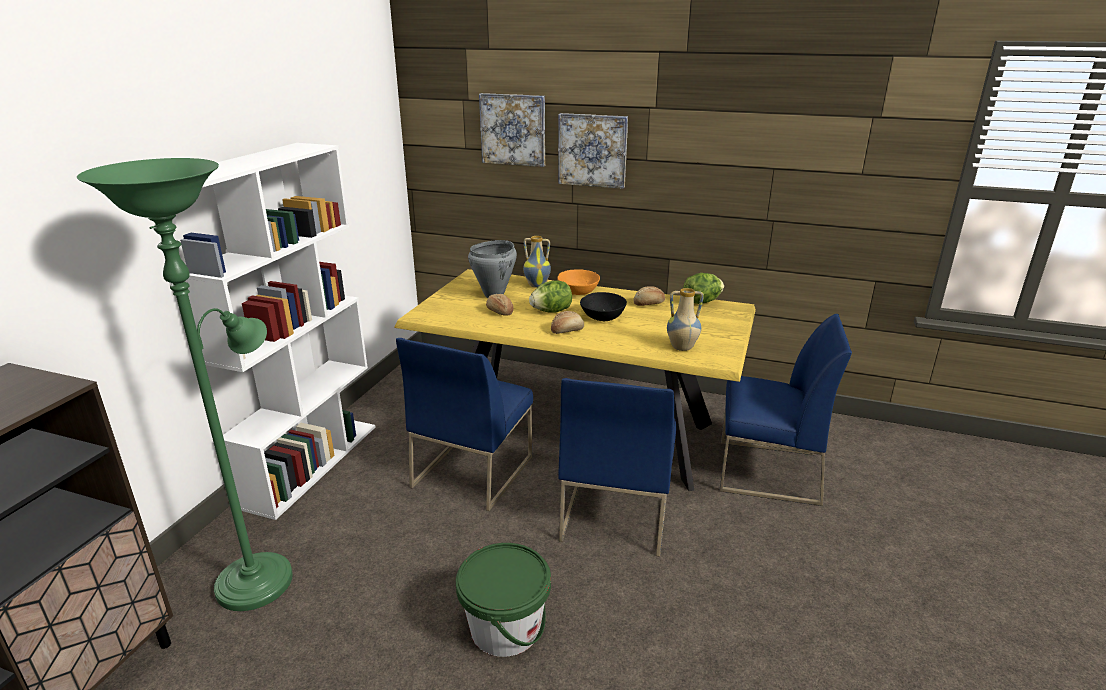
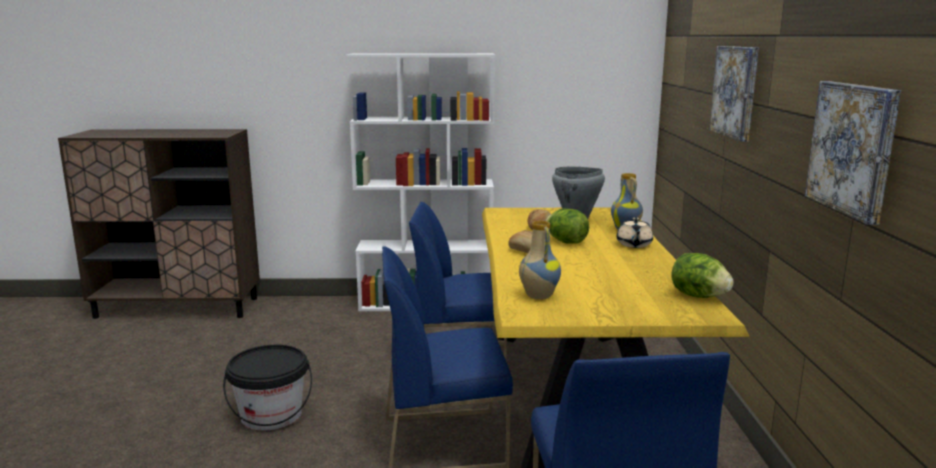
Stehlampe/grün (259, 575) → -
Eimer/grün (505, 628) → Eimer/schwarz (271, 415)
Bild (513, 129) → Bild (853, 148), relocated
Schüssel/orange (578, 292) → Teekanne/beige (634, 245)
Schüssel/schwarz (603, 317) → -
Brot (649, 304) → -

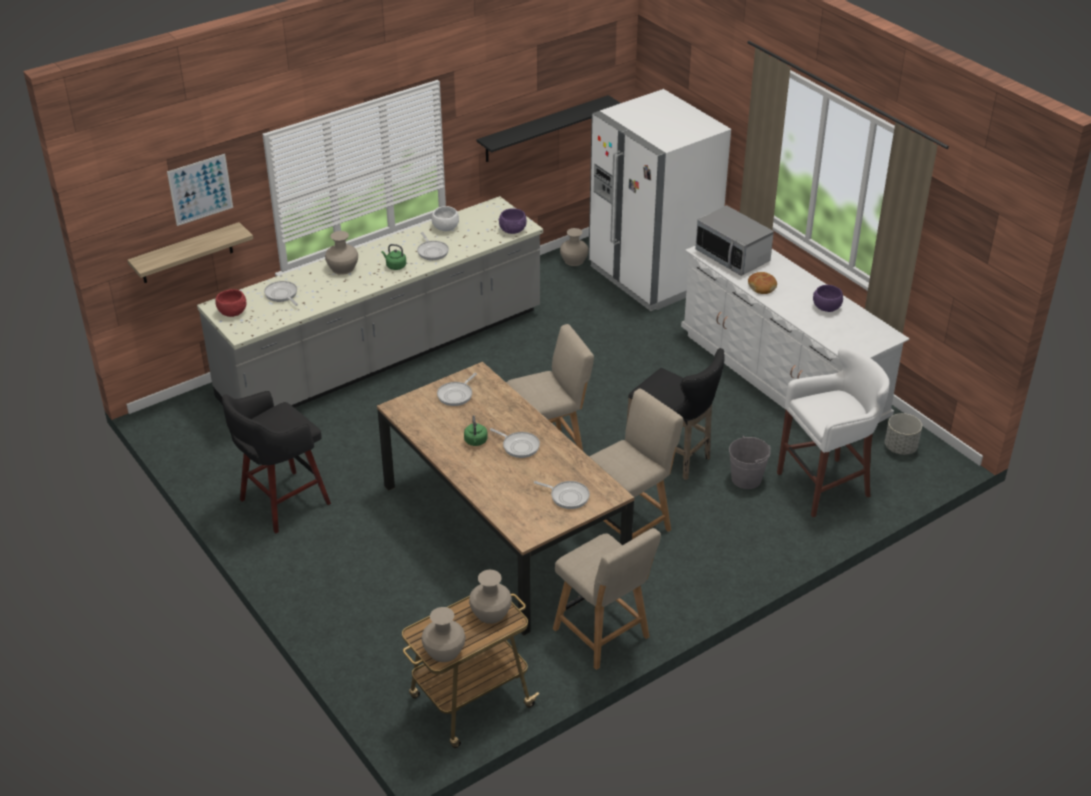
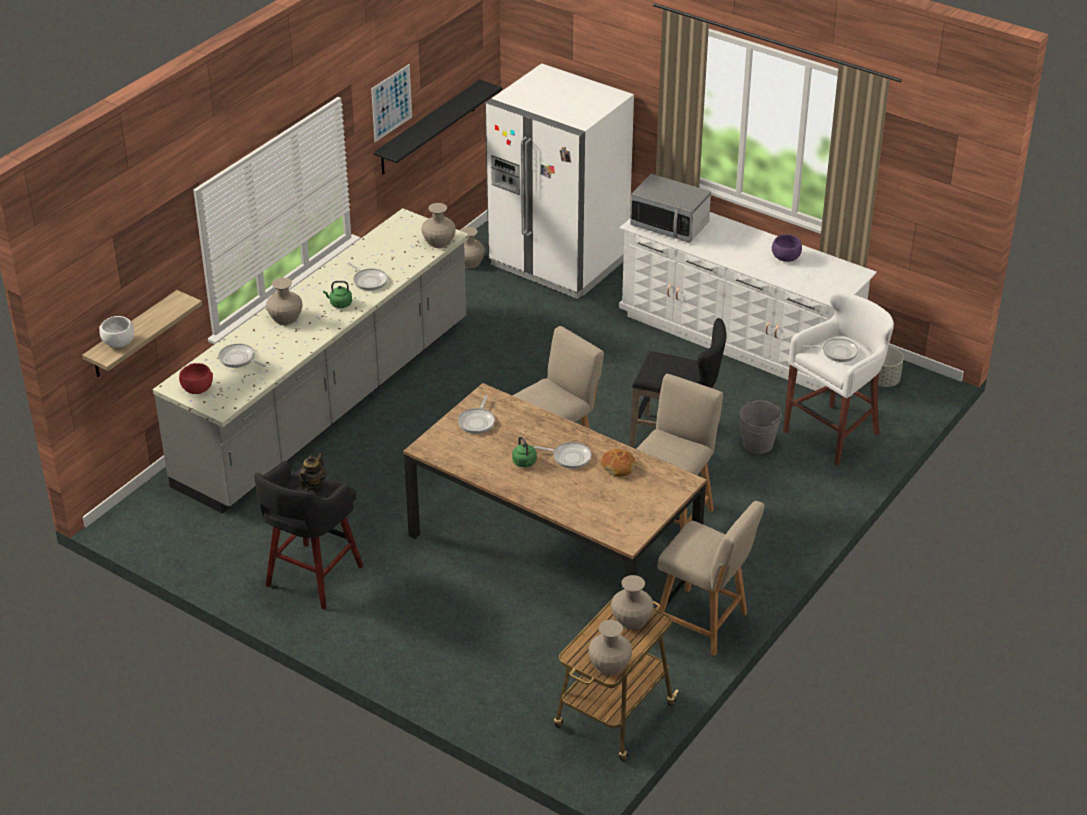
Bild (200, 189) → Bild (391, 103), relocated
Schüssel/weiß (445, 227) → Schüssel/weiß (118, 342), relocated
Schüssel/lila (513, 230) → Vase/beige (439, 241)
Pfanne (567, 496) → Pfanne (837, 352), relocated
Brot (762, 287) → Brot (618, 467), relocated
- → Teekanne (313, 485)

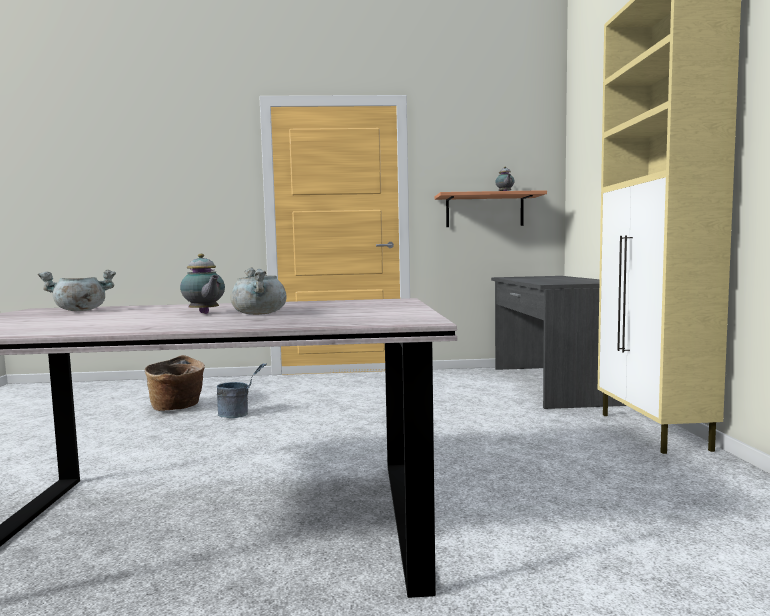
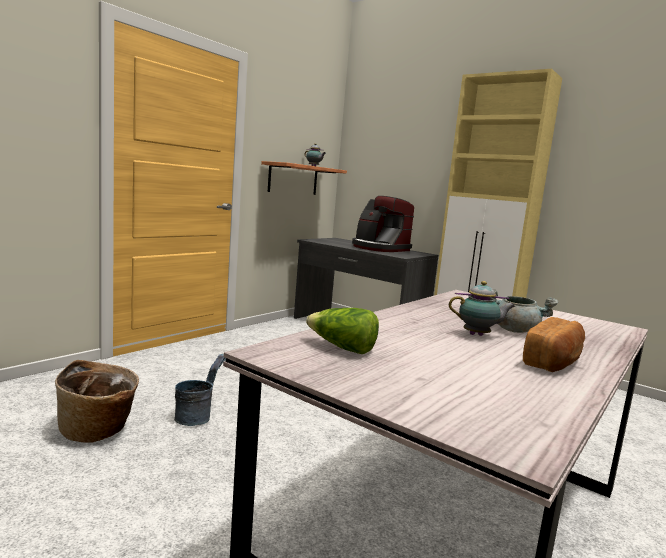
Kochtopf/grau (80, 310) → Salatkopf (342, 348)
- → Kaffeemaschine (379, 248)
- → Brot (554, 361)

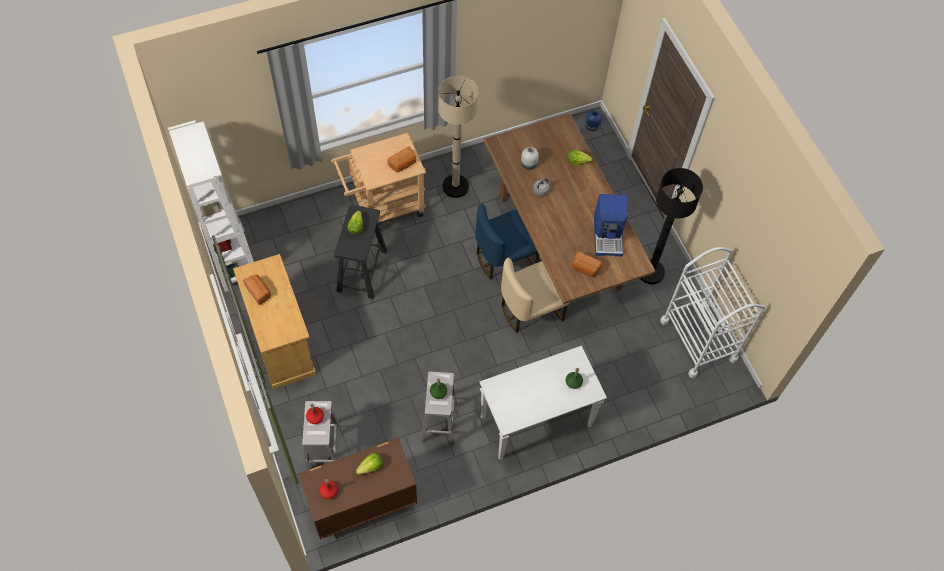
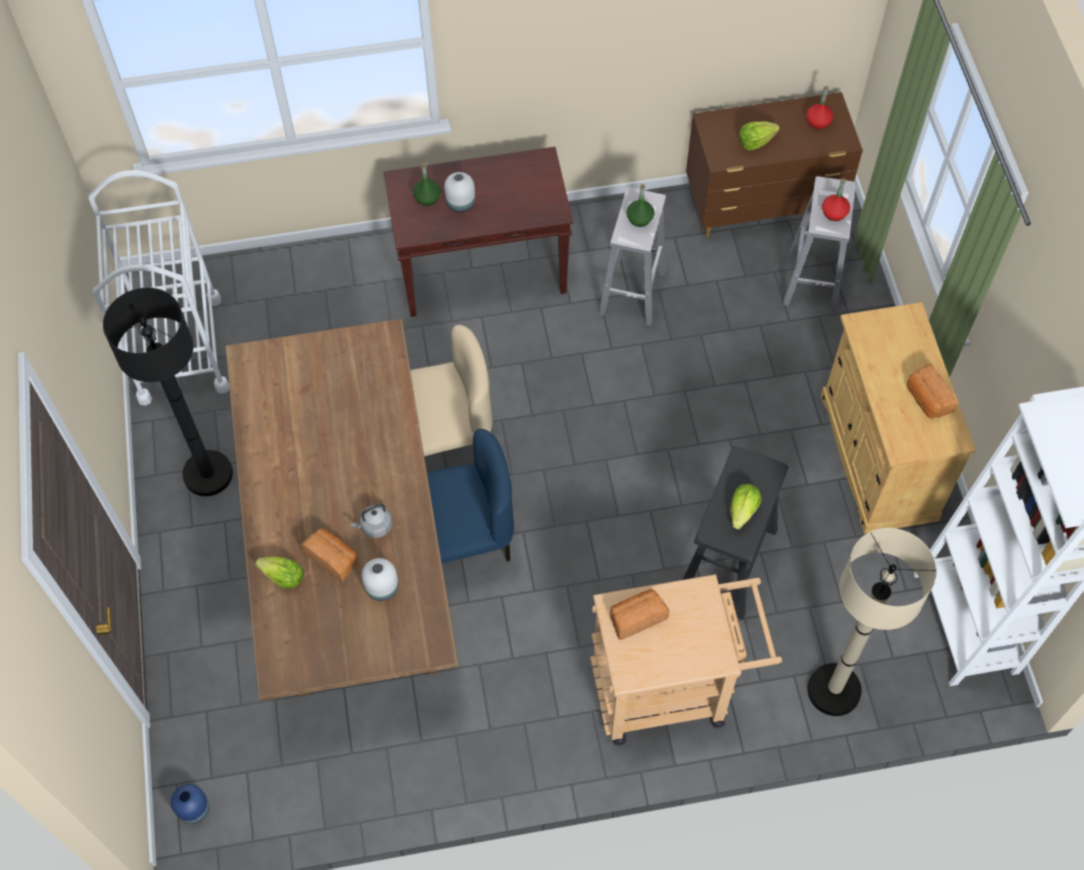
Stehlampe/beige (455, 186) → Stehlampe/beige (834, 690), relocated
Konsolentisch/weiß (535, 422) → Konsolentisch/braun (483, 272)
Brot (585, 269) → Brot (333, 559), relocated
Kaffeemaschine (608, 235) → -
- → Vase/weiß (460, 203)

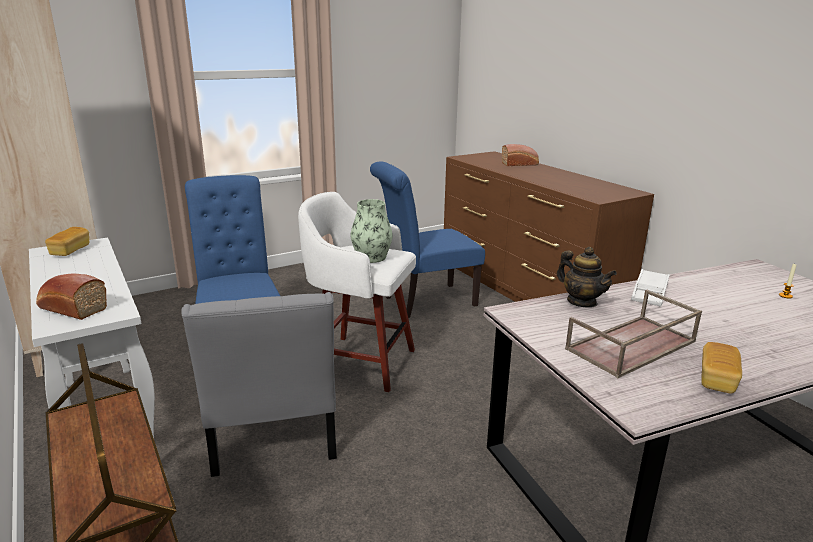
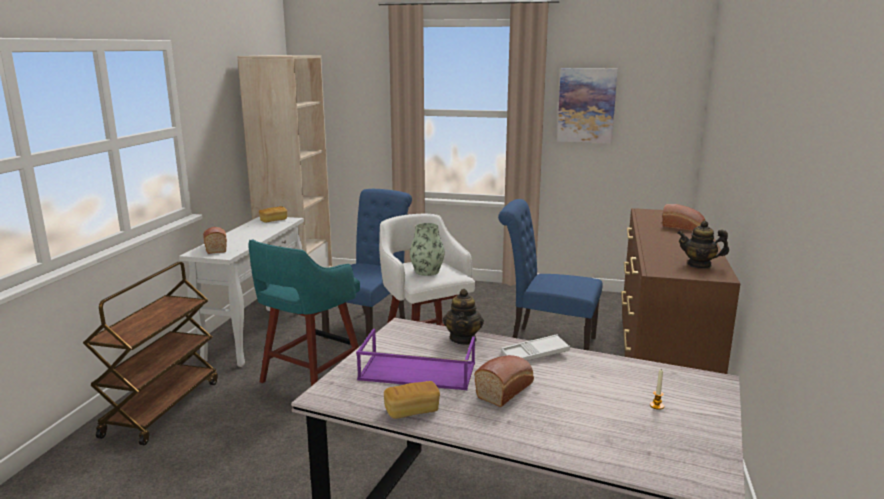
Stuhl/grau (273, 436) → Hocker/türkis (310, 377)
Tablett/braun (631, 346) → Tablett/lila (416, 372)
- → Brot (506, 389)
- → Bild (586, 105)
- → Teekanne (699, 265)

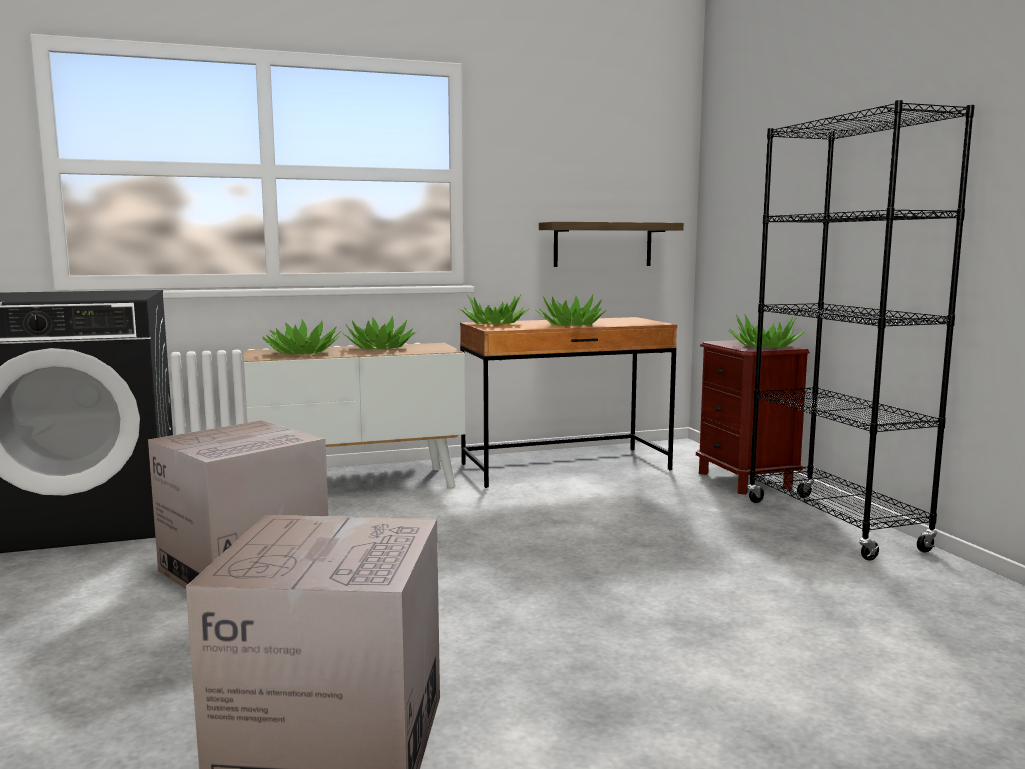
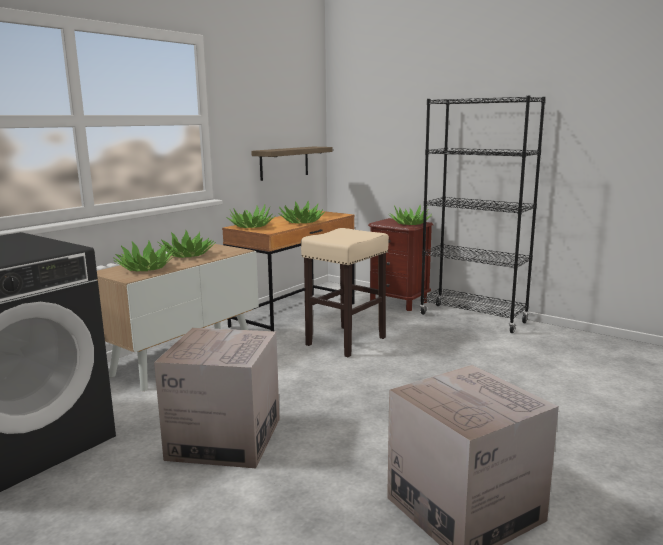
- → Hocker/beige (345, 341)

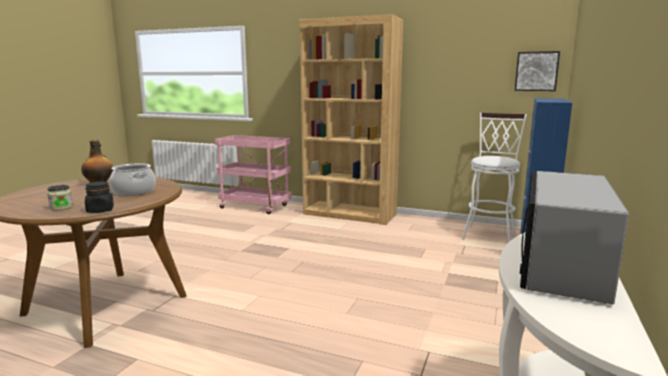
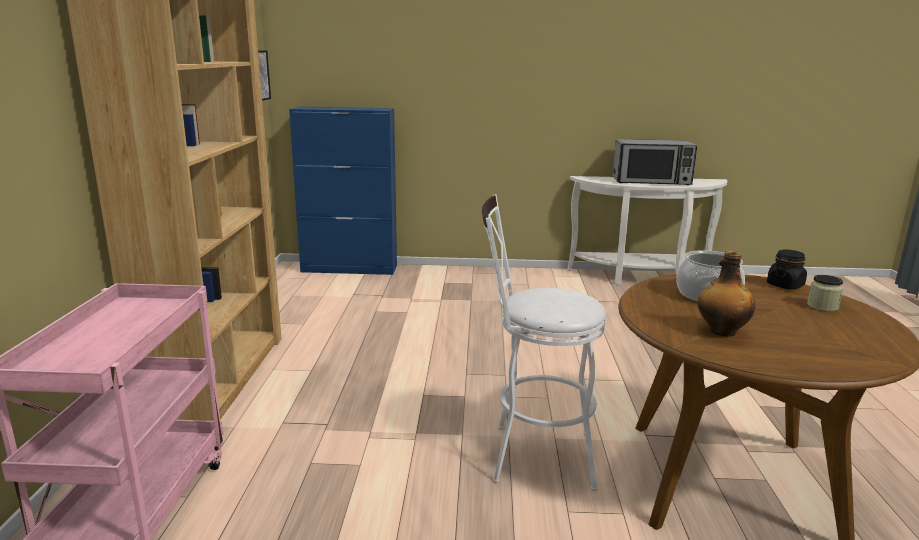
Hocker/weiß (490, 234) → Hocker/weiß (532, 455), relocated

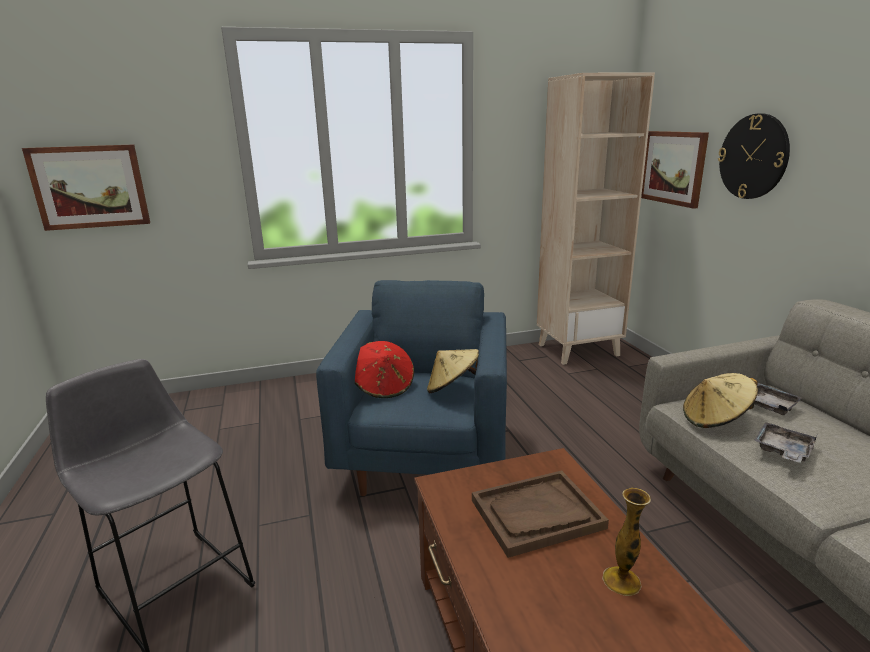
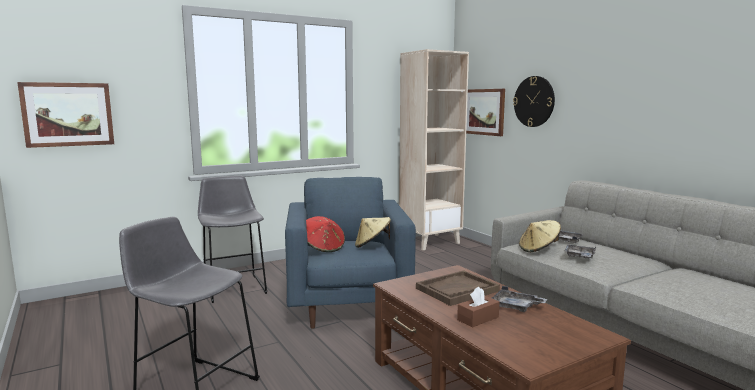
Vase (621, 581) → Tablett/grau (515, 307)
- → Hocker/grau (234, 286)
- → Taschentuchbox/braun (478, 318)

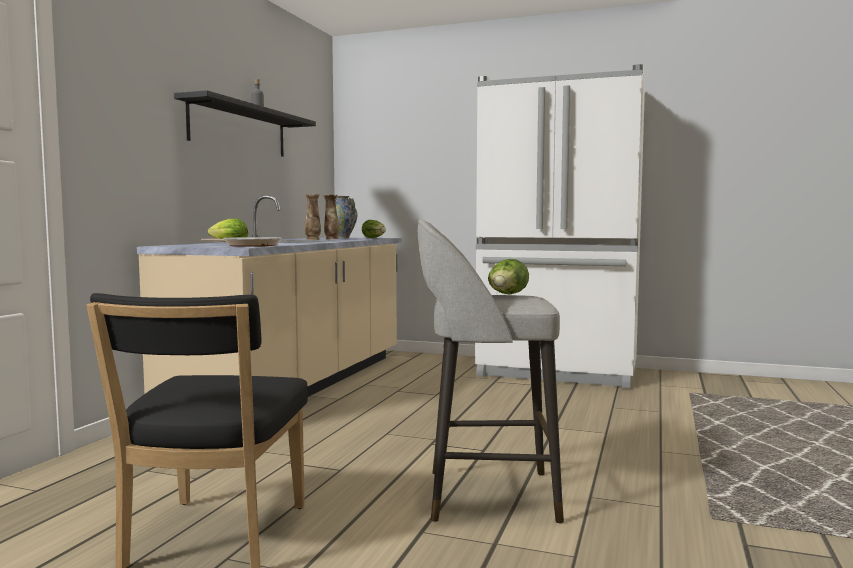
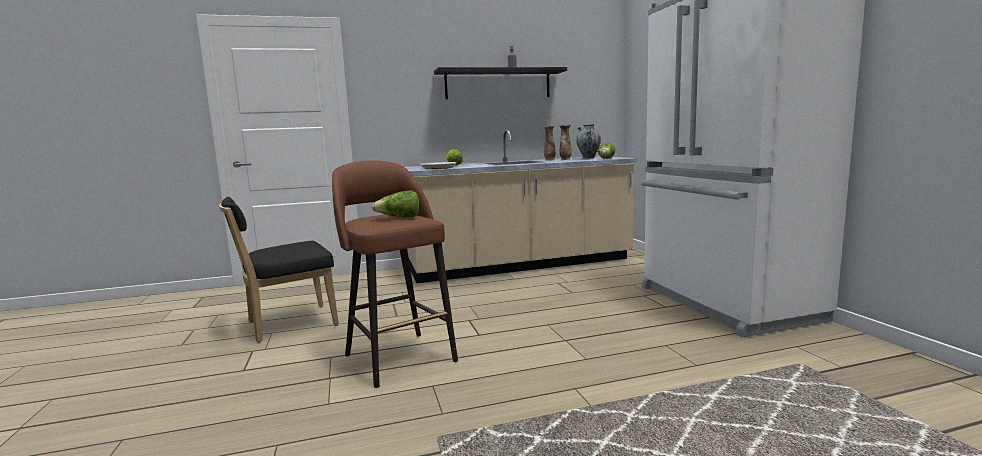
Hocker/grau (486, 495) → Hocker/braun (398, 357)

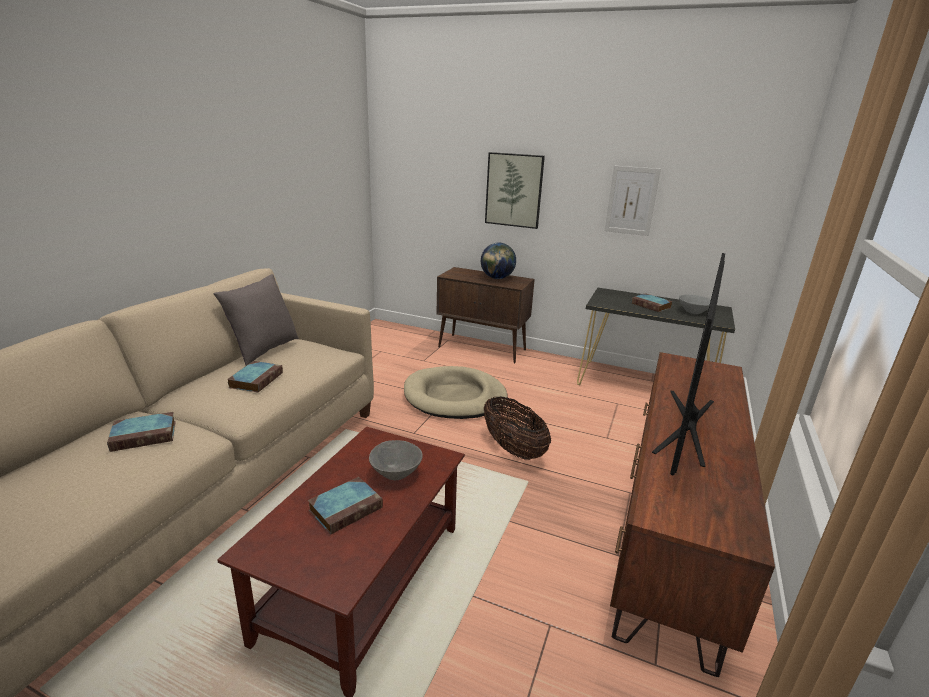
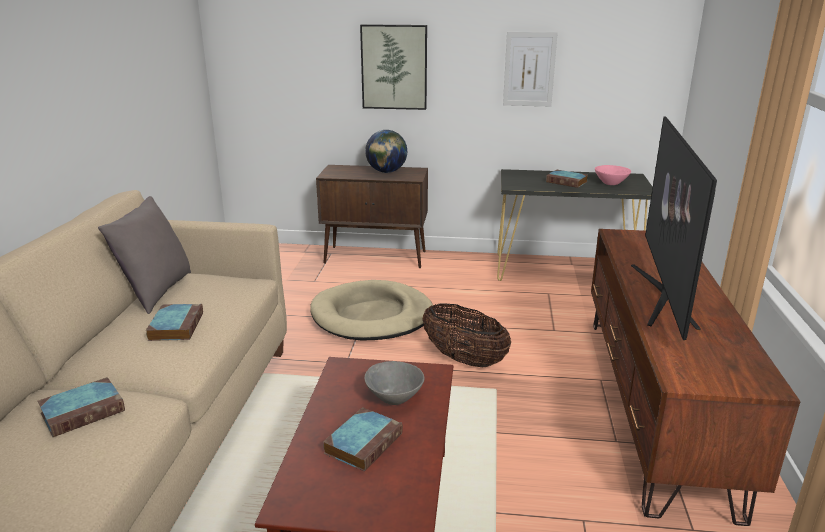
Schüssel/grau (693, 312) → Schüssel/rosa (611, 183)

